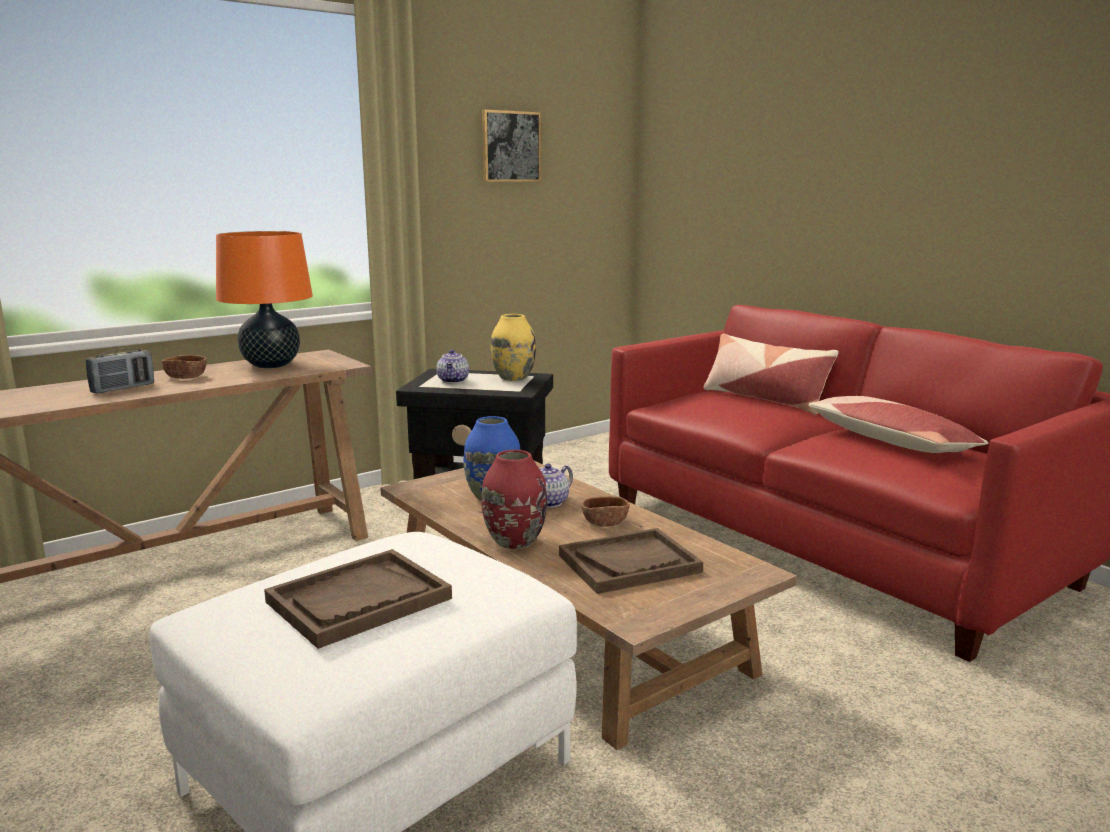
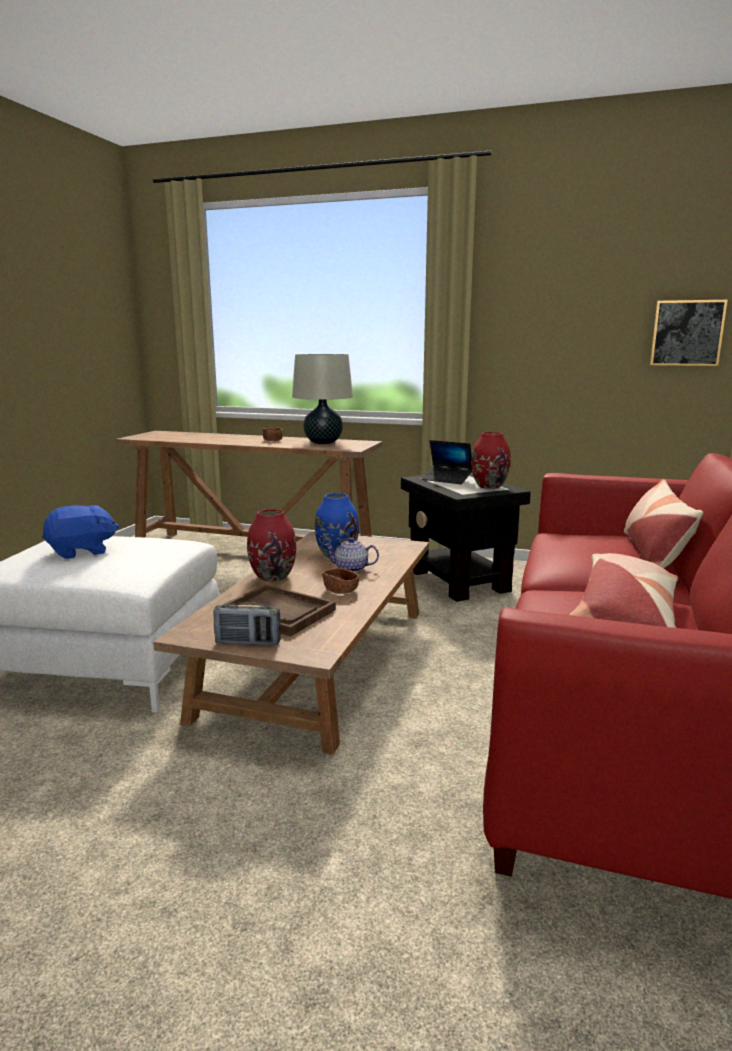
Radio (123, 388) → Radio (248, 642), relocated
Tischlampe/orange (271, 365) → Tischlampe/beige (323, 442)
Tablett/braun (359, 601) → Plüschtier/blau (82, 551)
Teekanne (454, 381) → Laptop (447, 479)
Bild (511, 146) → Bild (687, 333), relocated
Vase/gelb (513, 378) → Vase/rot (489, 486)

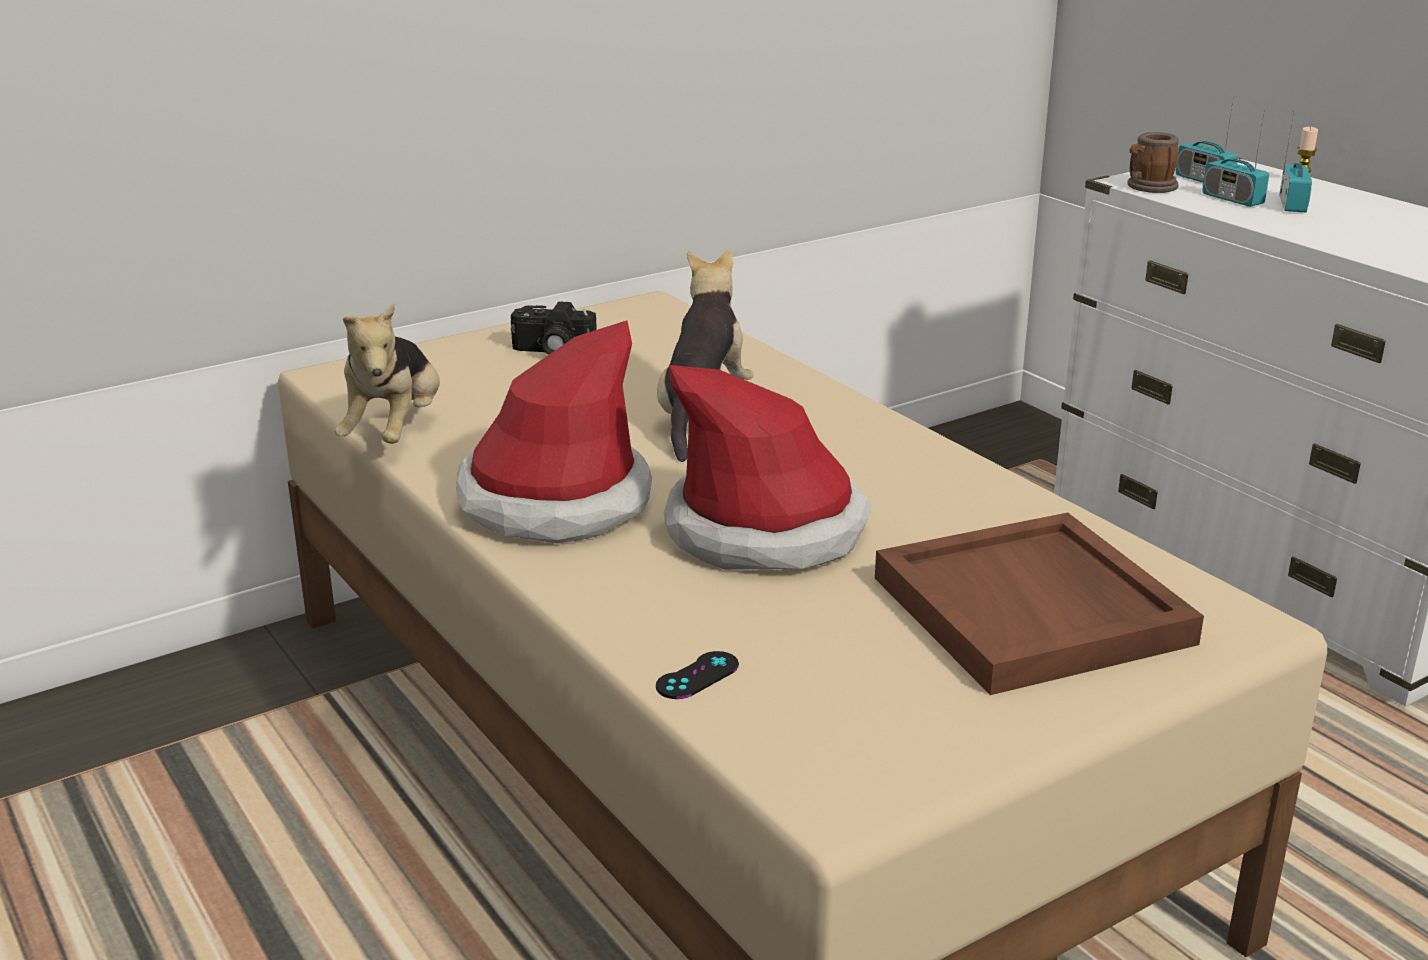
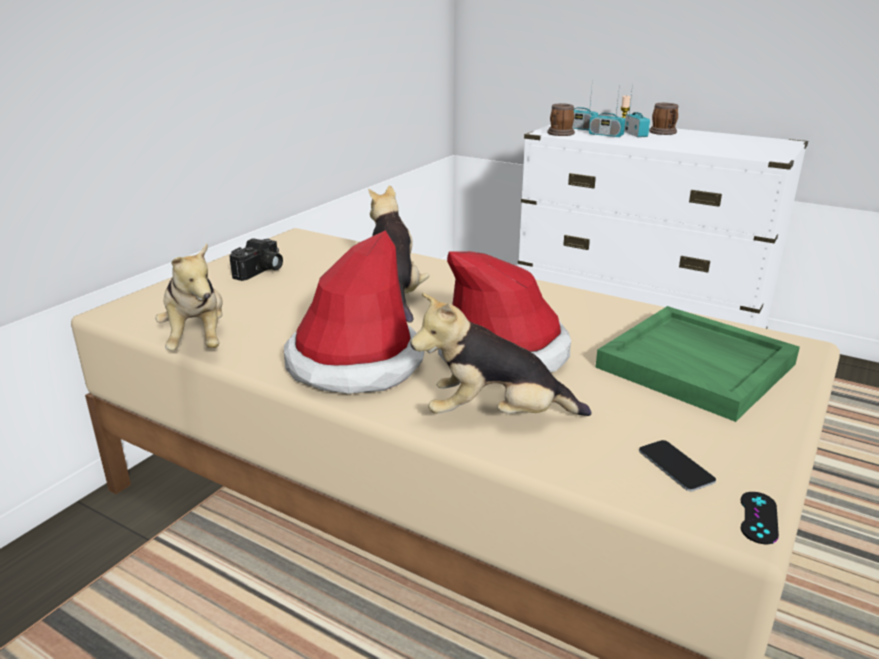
Kamera (552, 351) → Kamera (261, 272), 45 degrees counterclockwise
Gamepad/schwarz (697, 676) → Gamepad/schwarz (758, 517), relocated
Tablett/braun (1034, 611) → Tablett/grün (697, 366)
- → Plüschtier (496, 417)
- → Handy (675, 466)
- → Henkelbecher (664, 133)

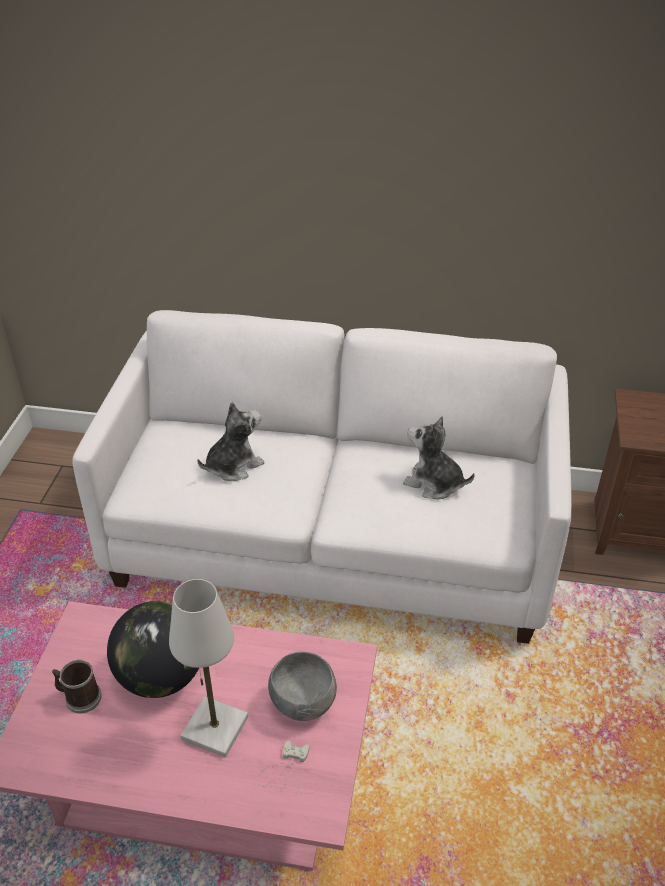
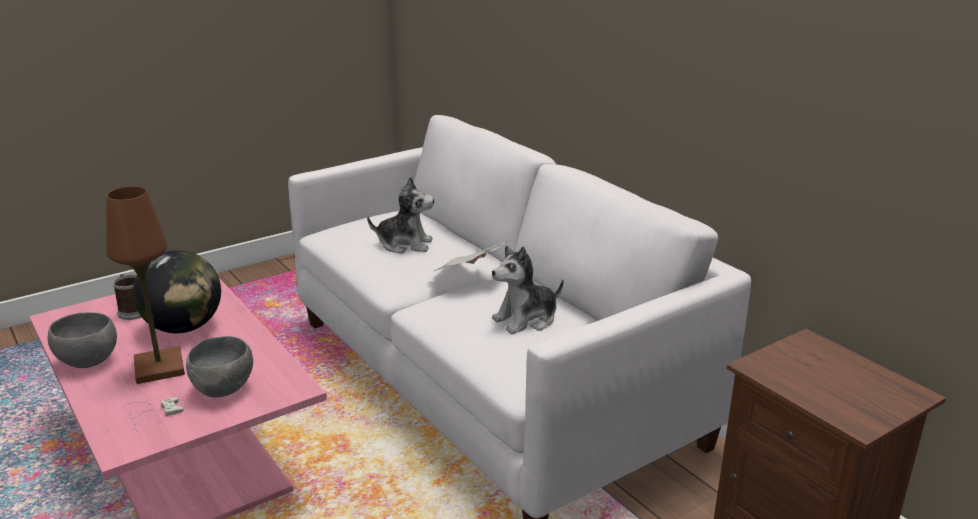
Tischlampe/weiß (214, 728) → Tischlampe/braun (159, 367)
Plüschtier (434, 483) → Plüschtier (526, 319), 105 degrees counterclockwise
- → Schüssel/grau (88, 362)
- → Zeitung (469, 276)

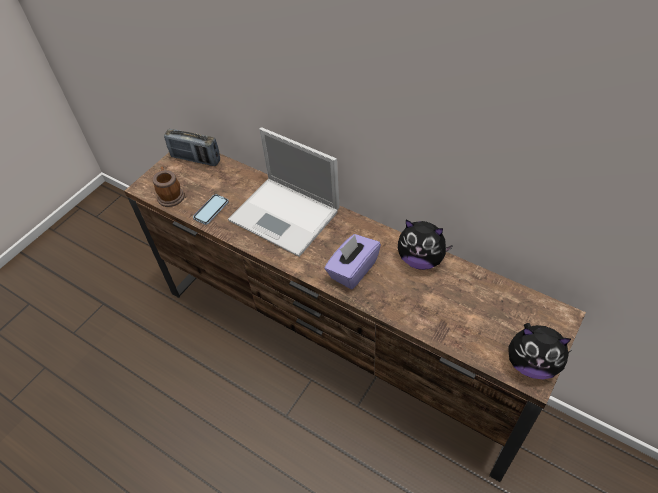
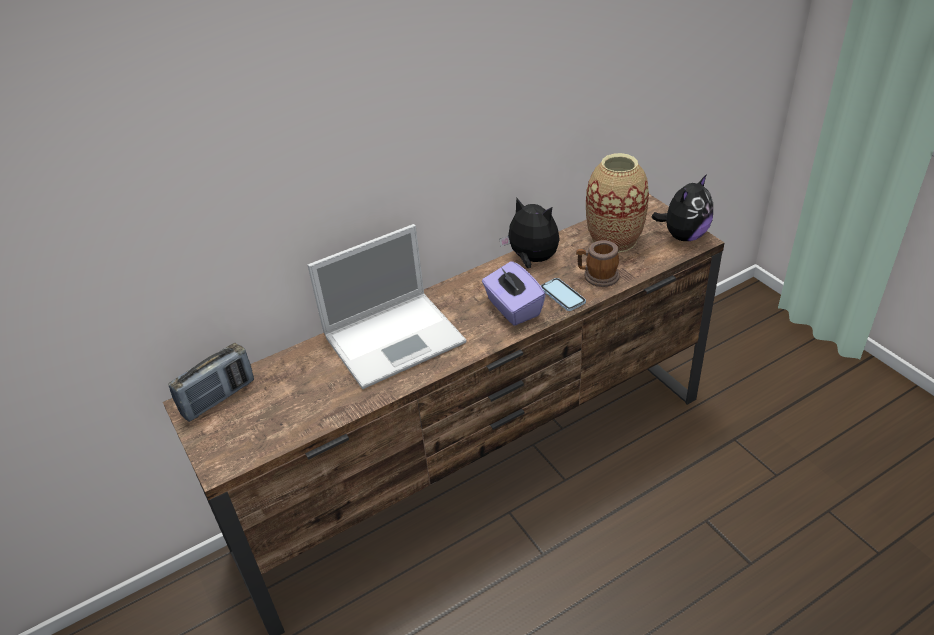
Henkelbecher (170, 195) → Henkelbecher (597, 276), relocated
Handy (211, 210) → Handy (562, 295), relocated
Plüschtier (420, 260) → Plüschtier (532, 260), 105 degrees counterclockwise
- → Vase (614, 239)

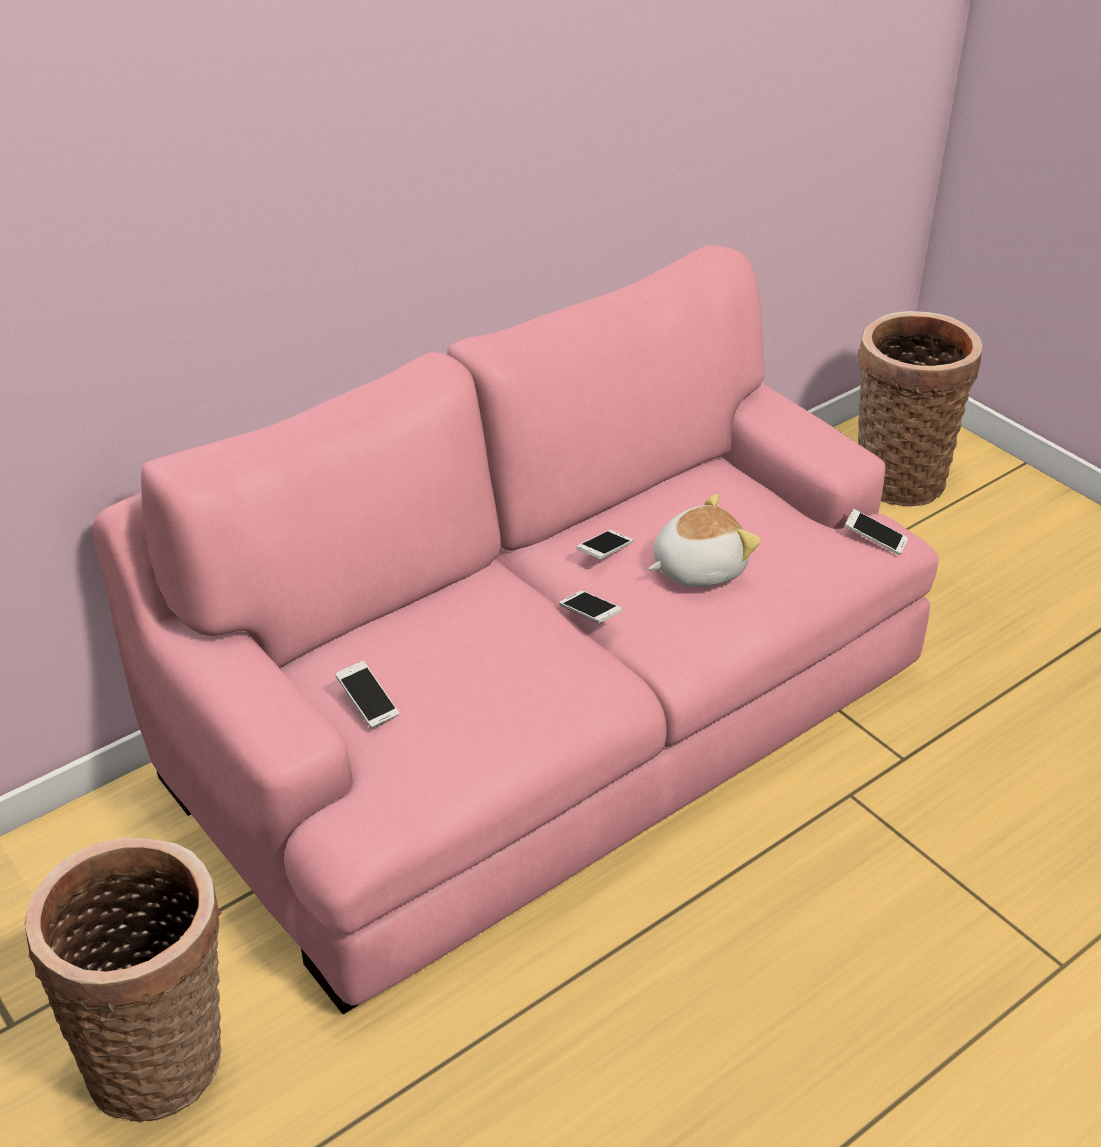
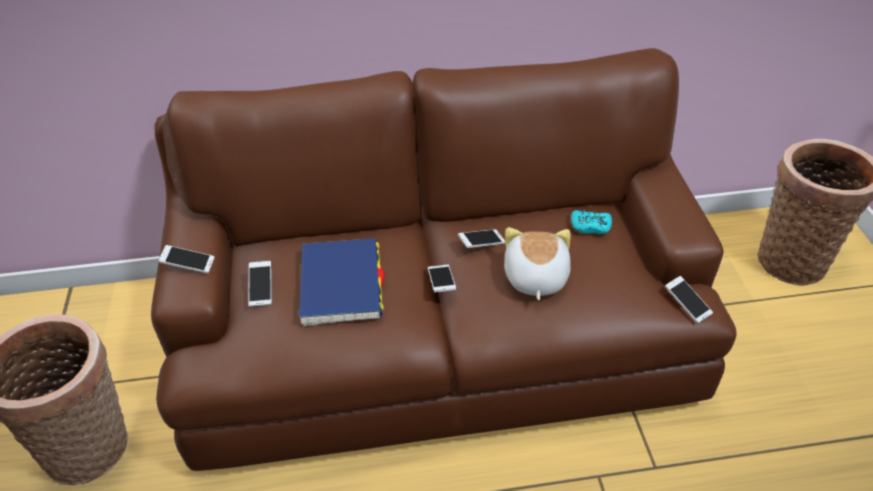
Sofa/rosa (549, 722) → Sofa/braun (438, 337)
Plüschtier (697, 568) → Plüschtier (534, 278), 90 degrees counterclockwise
- → Handy (188, 264)
- → Buch/blau (341, 284)
- → Gamepad/türkis (590, 226)

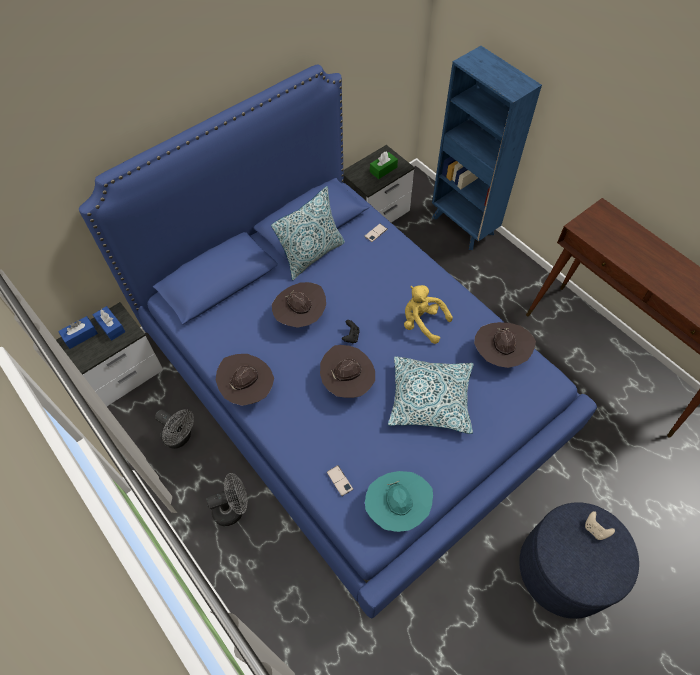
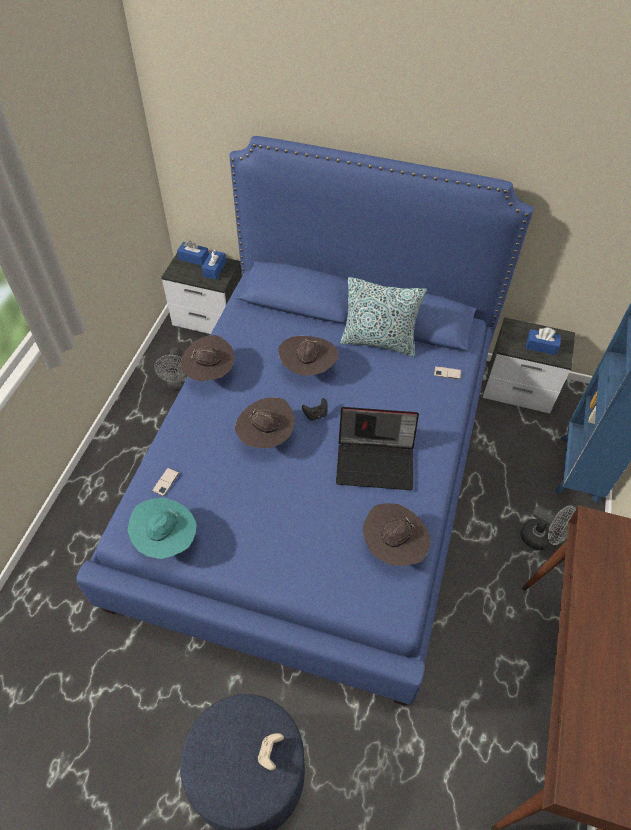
Ventilator/grau (233, 508) → Ventilator/grau (541, 539), relocated
Taschentuchbox/grün (383, 169) → Taschentuchbox/blau (541, 346)
Kissen (430, 399) → -
Plüschtier/gelb (422, 323) → Laptop (376, 461)

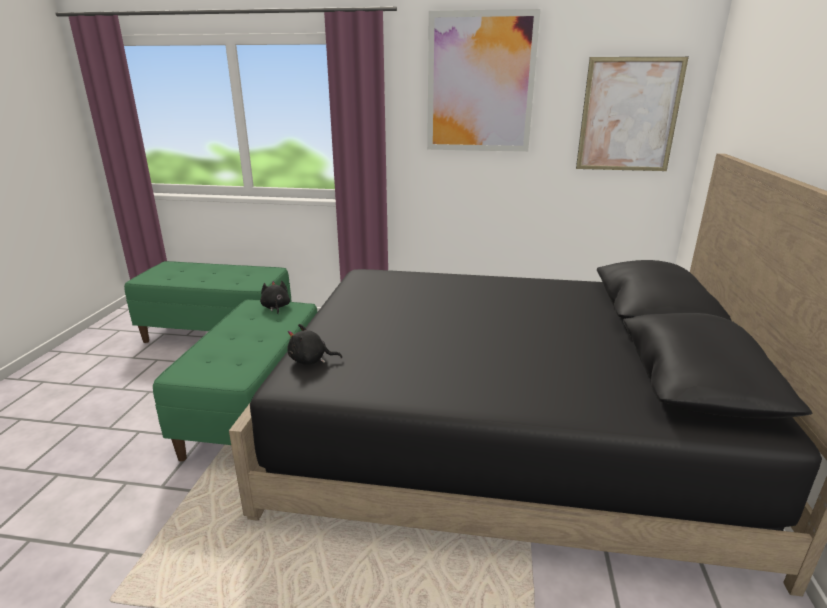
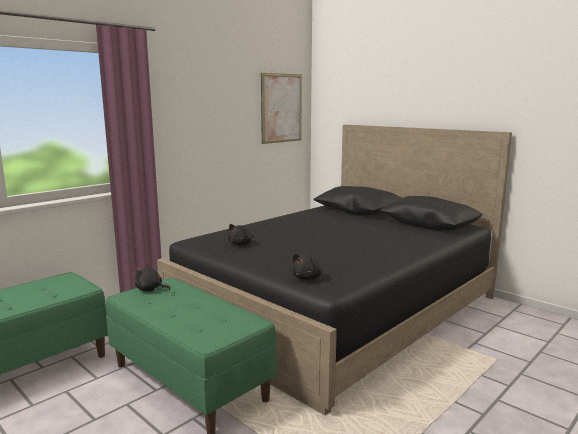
Bild (480, 83) → -
- → Plüschtier/schwarz (241, 244)

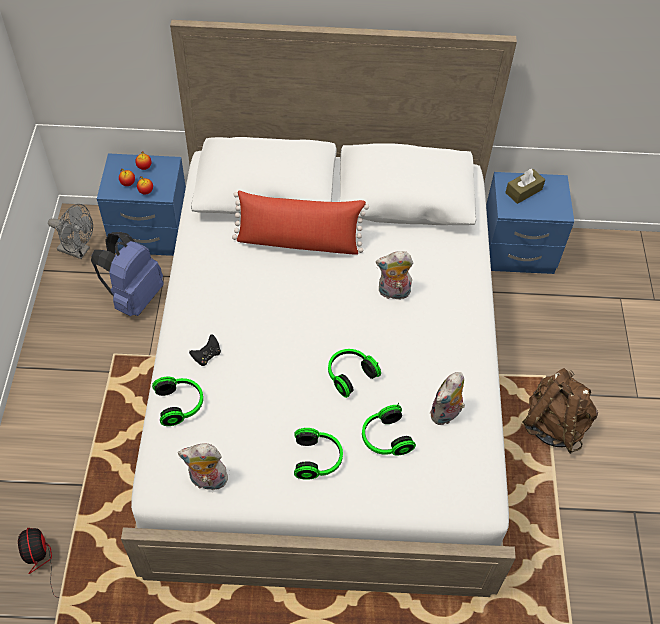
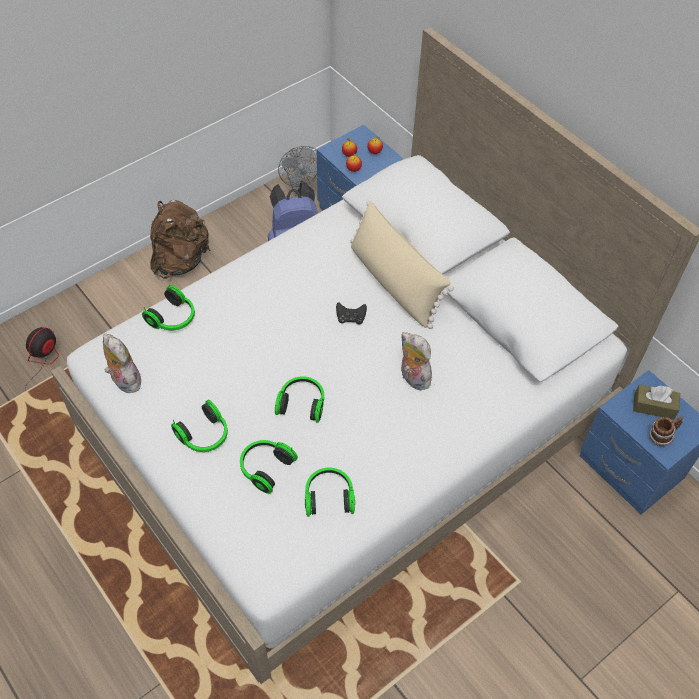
Gamepad/schwarz (207, 356) → Gamepad/schwarz (350, 318), relocated
Kissen/rot (298, 242) → Kissen/beige (394, 282)
Plüschtier (446, 415) → Kopfhörer (329, 496)
Rucksack/braun (553, 424) → Rucksack/braun (180, 260), relocated
- → Henkelbecher (661, 436)

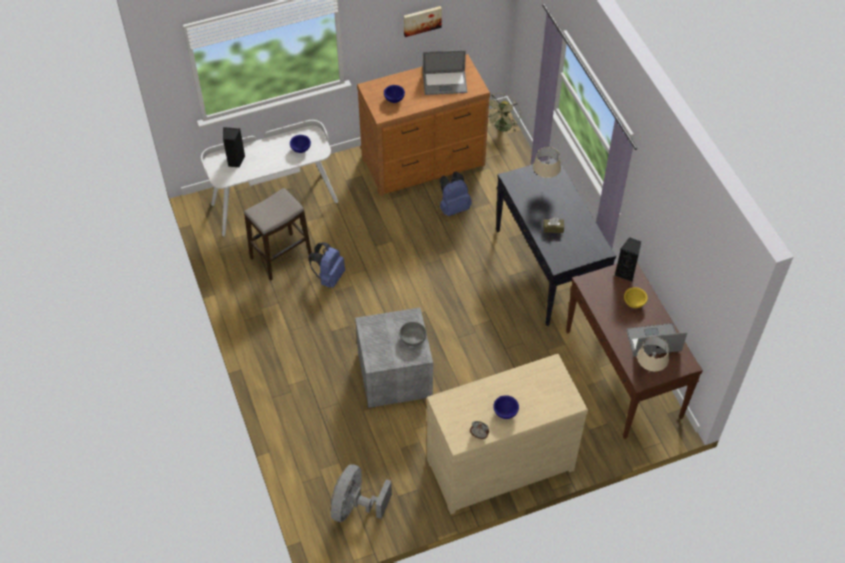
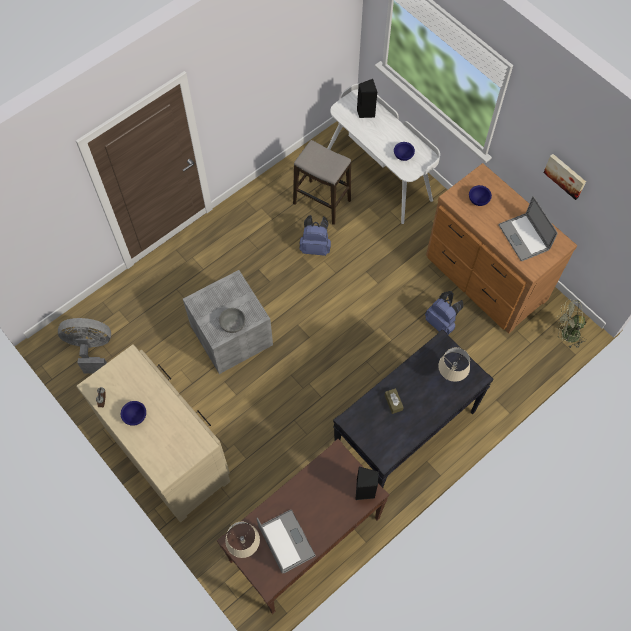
Schüssel/gelb (634, 303) → -

